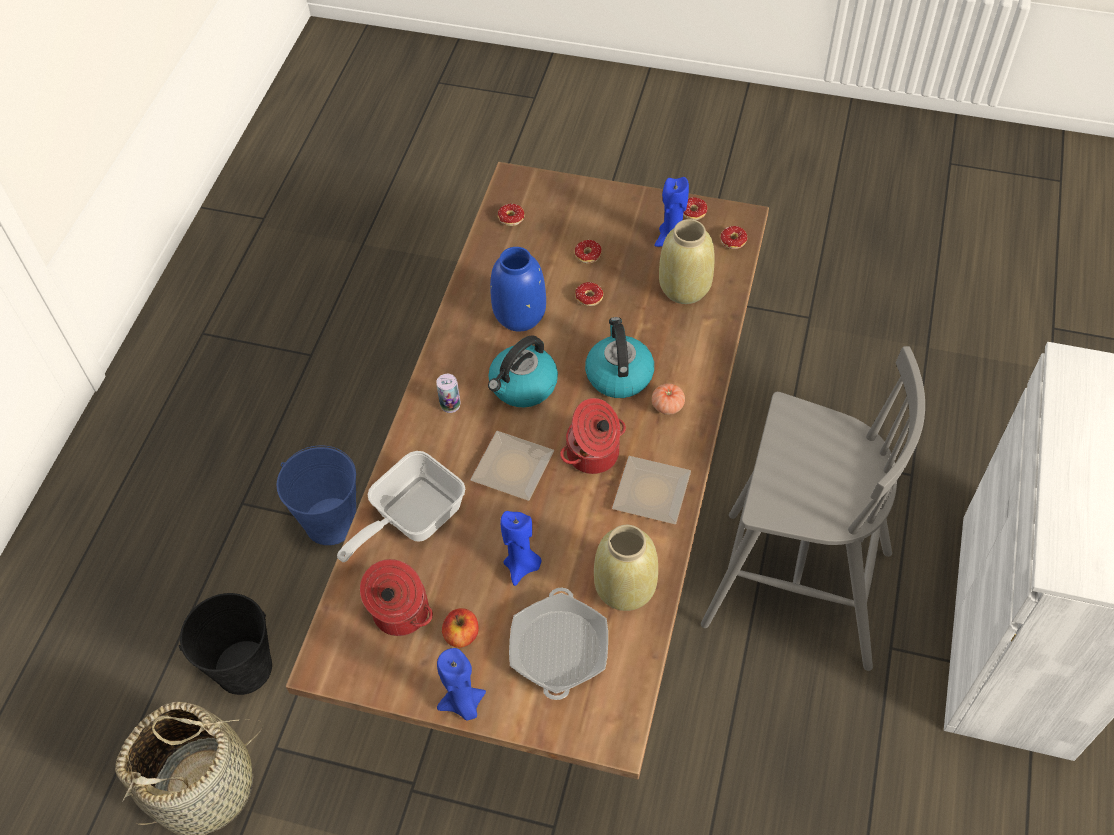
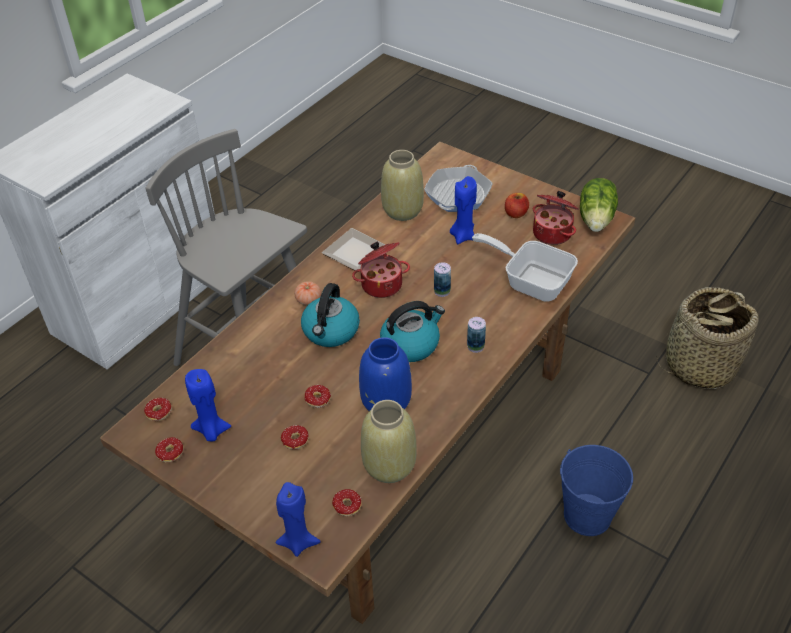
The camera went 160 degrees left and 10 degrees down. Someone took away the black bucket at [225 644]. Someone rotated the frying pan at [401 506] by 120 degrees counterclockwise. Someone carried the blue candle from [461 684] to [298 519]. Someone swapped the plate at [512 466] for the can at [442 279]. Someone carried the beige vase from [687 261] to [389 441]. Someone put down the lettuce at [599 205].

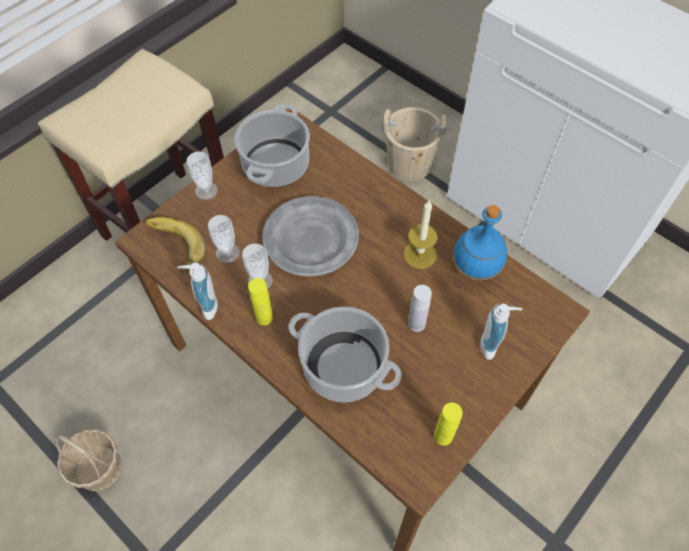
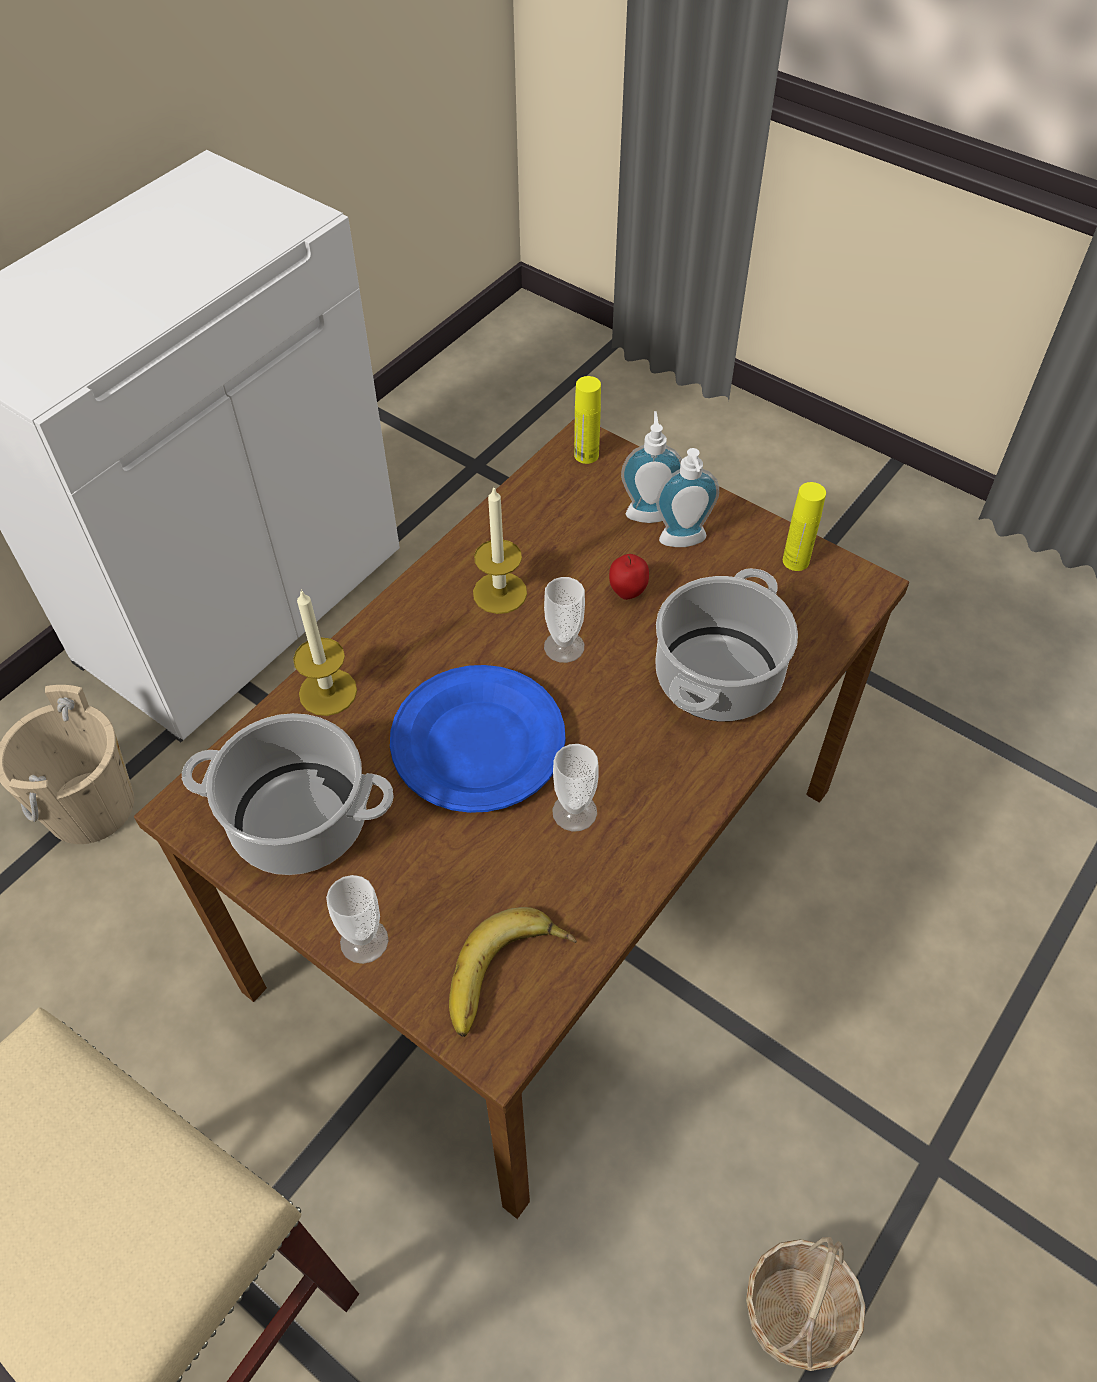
The camera went 95 degrees left and 5 degrees down. Someone carried the soap dispenser from [197 291] to [687 497]. Someone carried the cup from [224 239] to [564 620]. Someone carried the yellow bottle from [260 301] to [587 420]. Someone repainted the grey plate at [310 236], which became the blue plate at [478 739]. Someone swapped the white bottle at [420 308] for the apple at [629 577]. Someone took away the blue bottle at [480 243]. Someone put down the candle at [325 652].

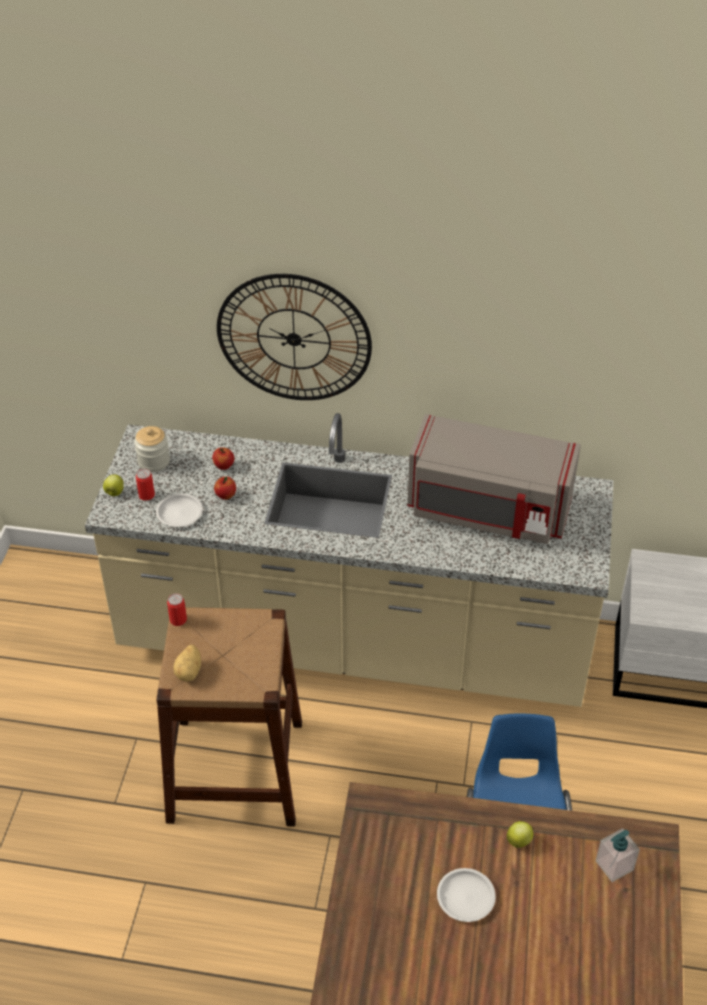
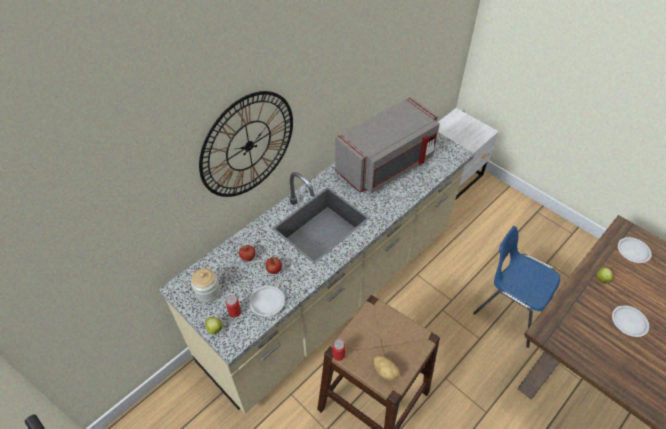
The camera went 55 degrees left and 5 degrees up. Someone swapped the soap dispenser at [618 855] for the white plate at [635 250].

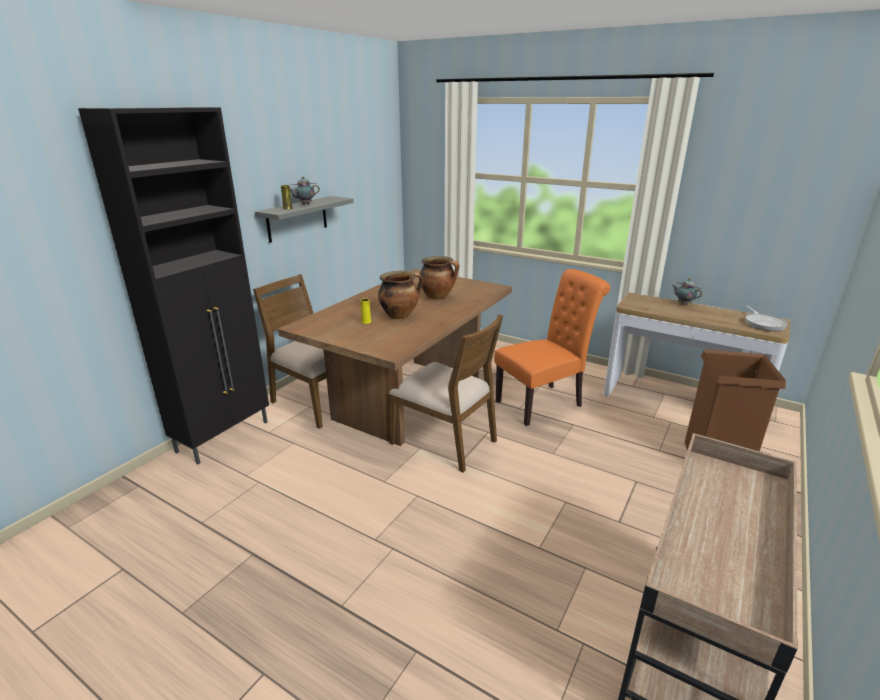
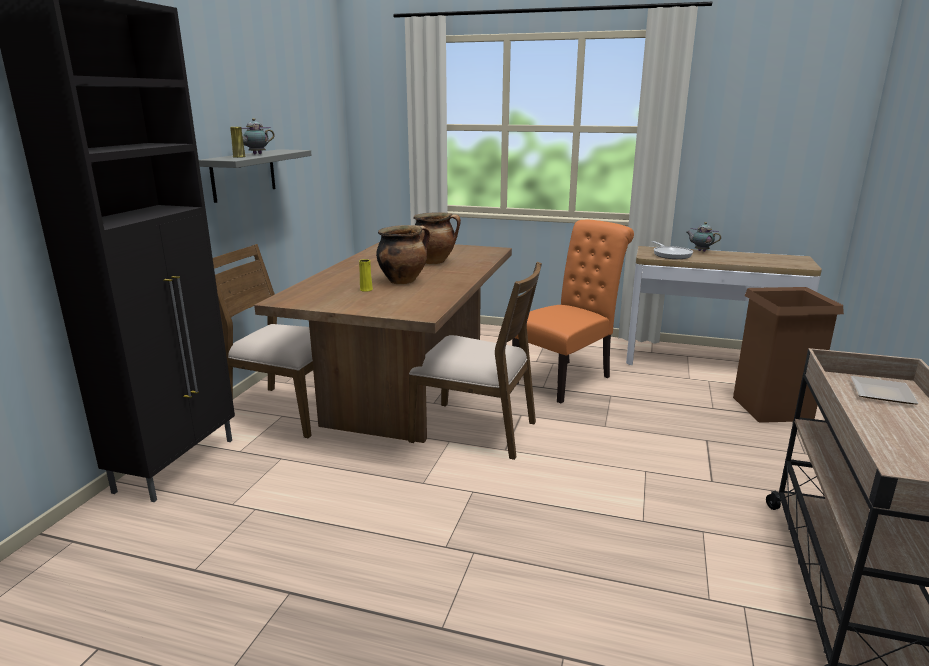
The camera went 15 degrees left and 5 degrees down. Someone carried the frying pan from [766 318] to [672 250]. Someone put down the plate at [885 390].

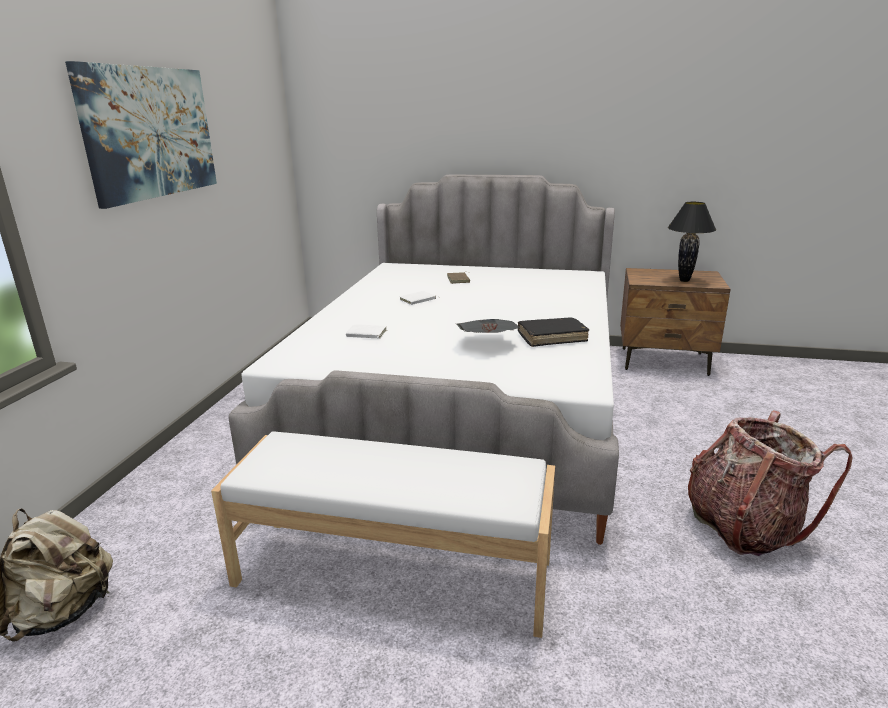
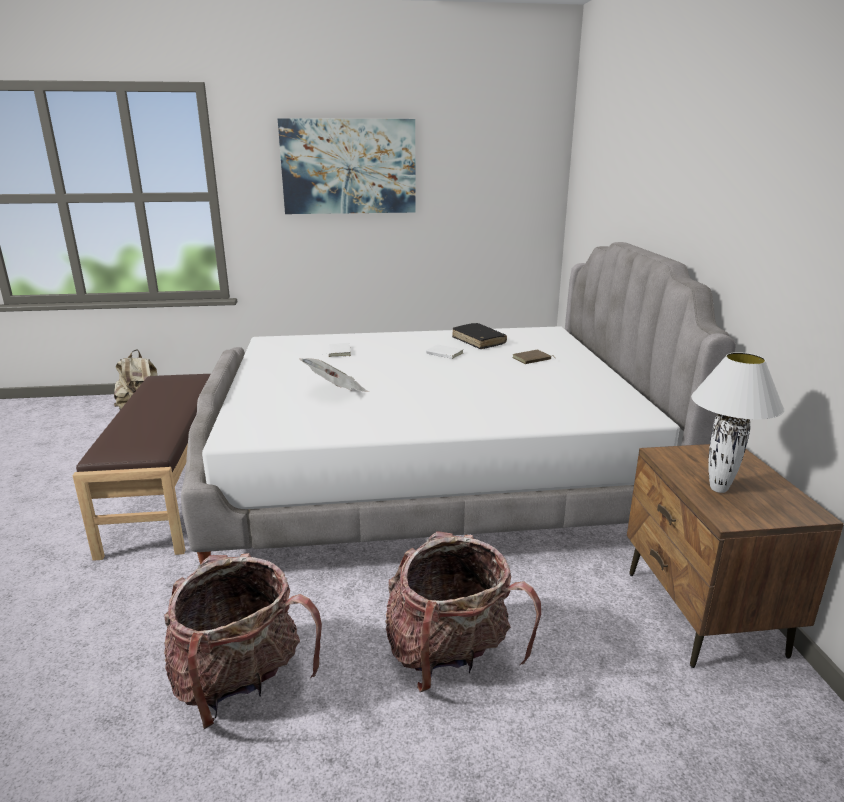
The camera went 70 degrees right and 0 degrees up. Someone repainted the white bench at [383 534], which became the brown bench at [141 467]. Someone carried the black book from [553 332] to [479 336]. Someone repainted the black table lamp at [692 242], which became the white table lamp at [737 422]. Someone put down the backpack at [463 611].

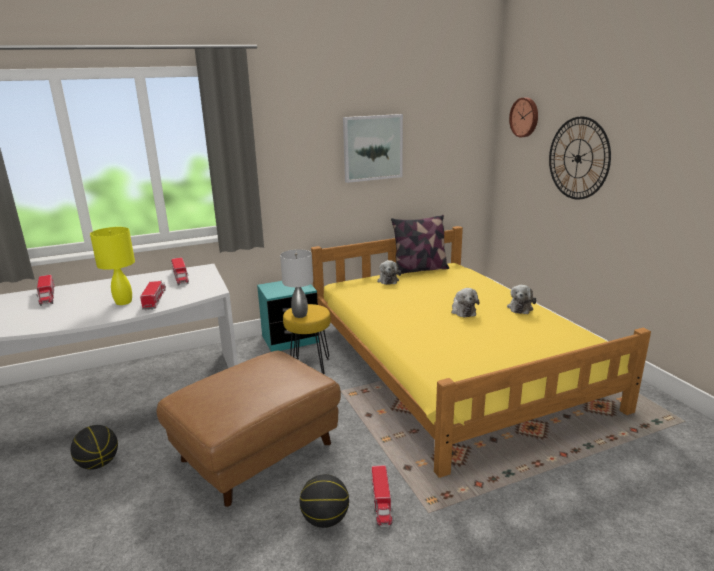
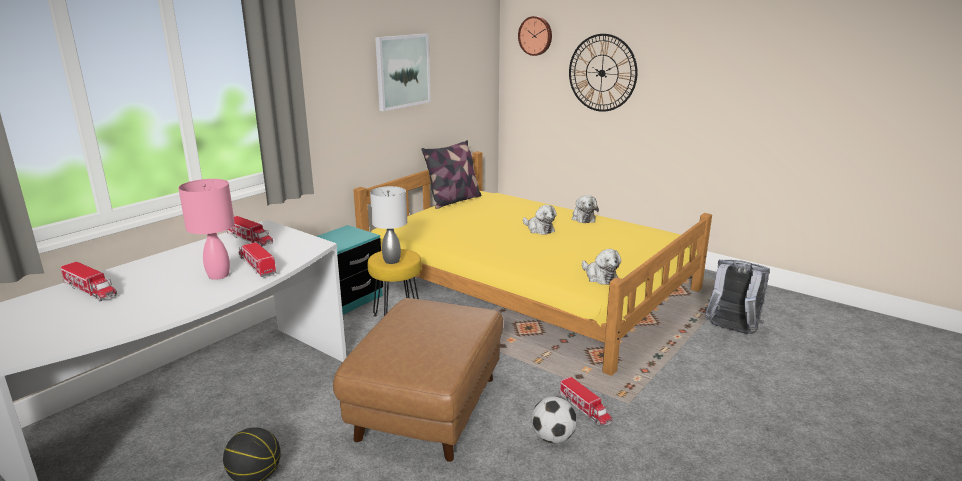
The camera went 30 degrees left and 0 degrees up. Someone repainted the yellow table lamp at [112 266], which became the pink table lamp at [206 229]. Someone swapped the basketball at [324 501] for the football at [554 419]. Someone carried the plush toy from [389 272] to [601 267]. Someone put down the grey backpack at [737 297].

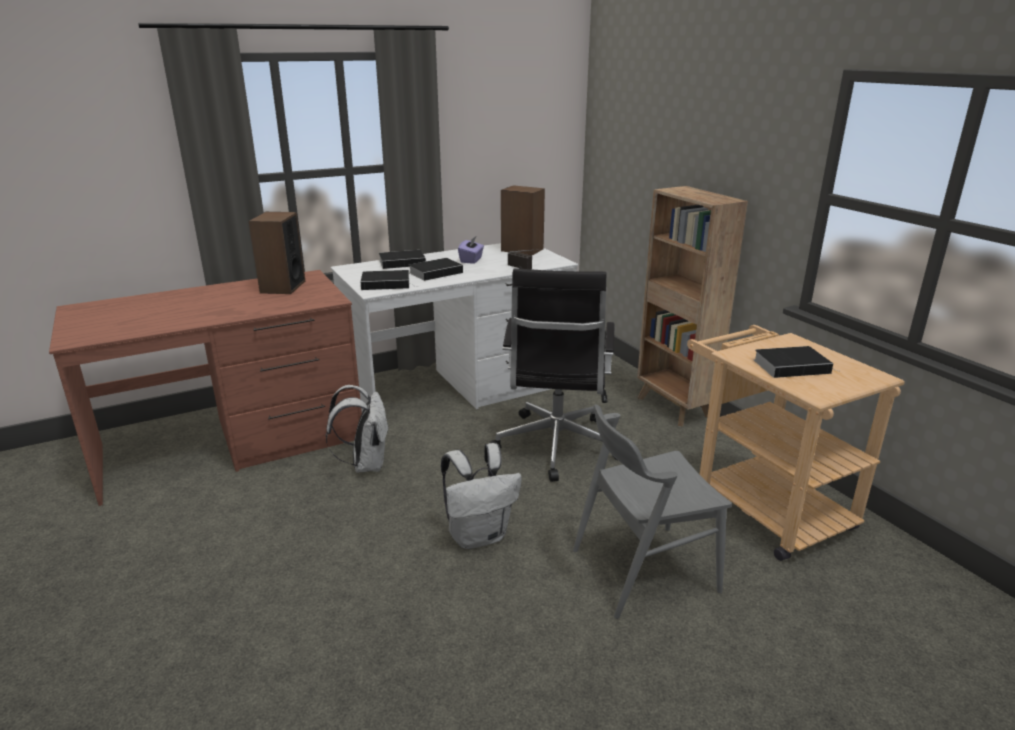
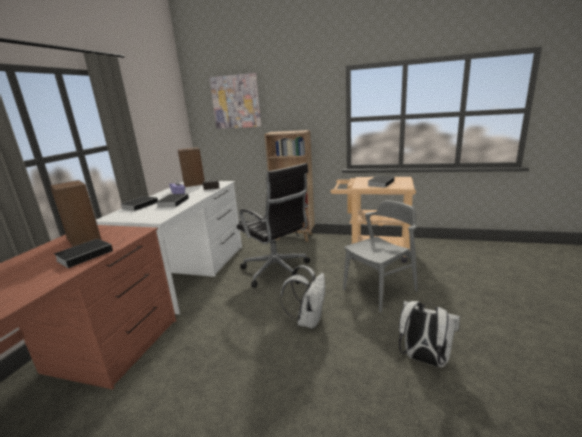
The camera went 45 degrees left and 5 degrees down. Someone carried the white backpack from [357 428] to [429 334]. Someone carried the book from [389 280] to [86 253]. Someone rotated the grey chair at [652 511] by 150 degrees counterclockwise. Someone put up the picture at [235 101].

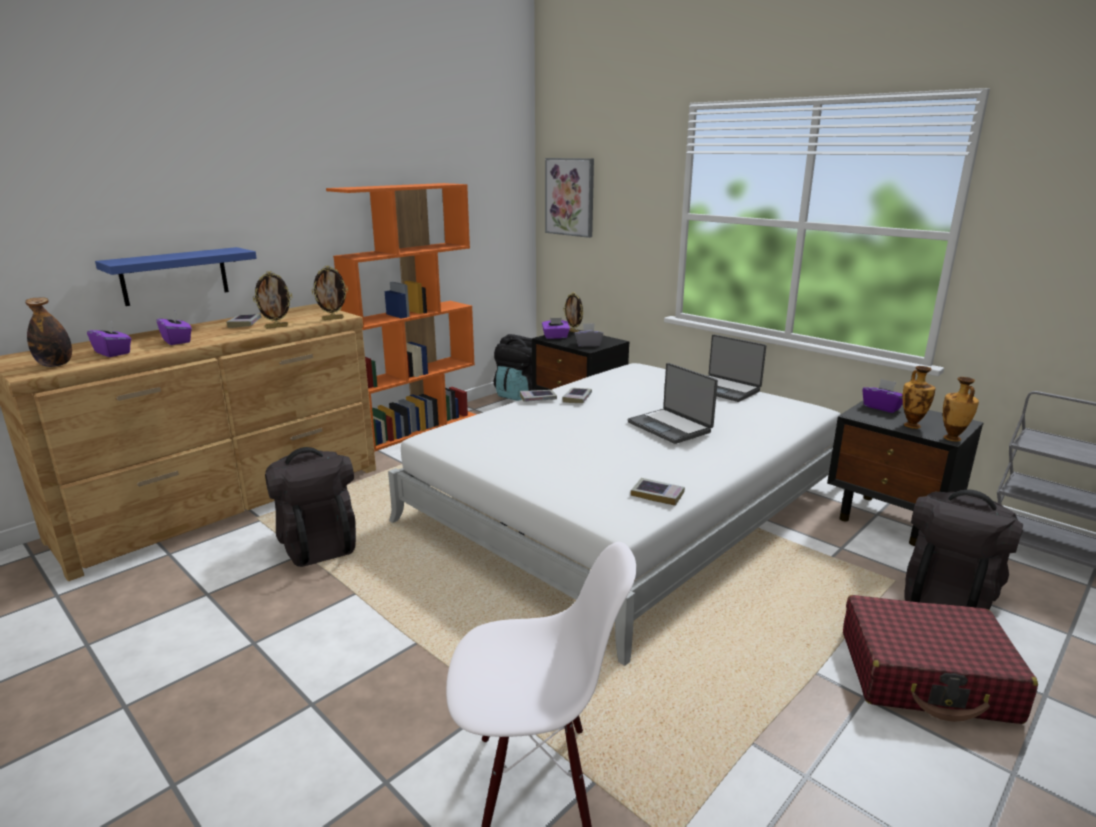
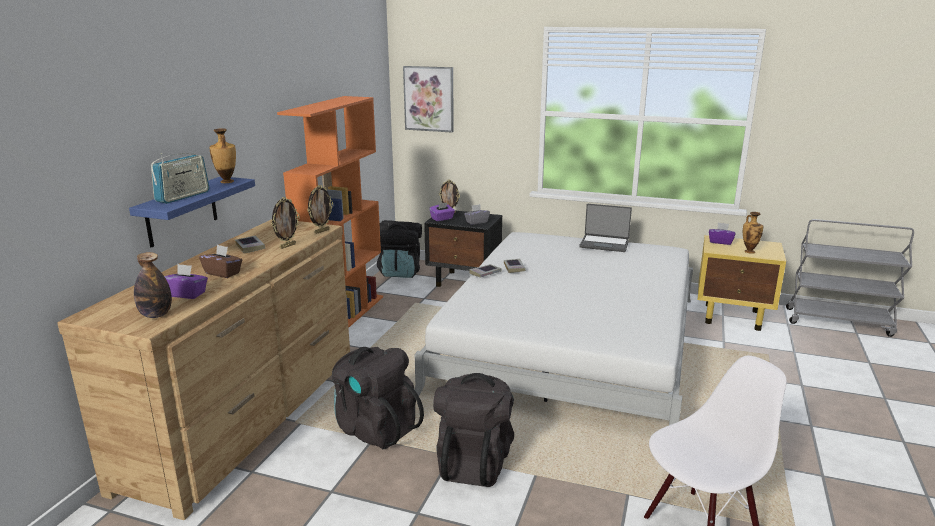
The camera went 25 degrees left and 0 degrees up. Someone repainted the purple tissue box at [174 328], which became the brown tissue box at [220 261]. Someone took away the laptop at [673 403]. Someone took away the book at [658 491]. Someone repainted the black nightstand at [905 473], which became the yellow nightstand at [742 283]. Someone took away the red suitcase at [940 659]. Someone carried the black backpack from [963 550] to [473 430]. Someone carried the vase from [961 409] to [222 155]. Someone put down the radio at [180 178].

